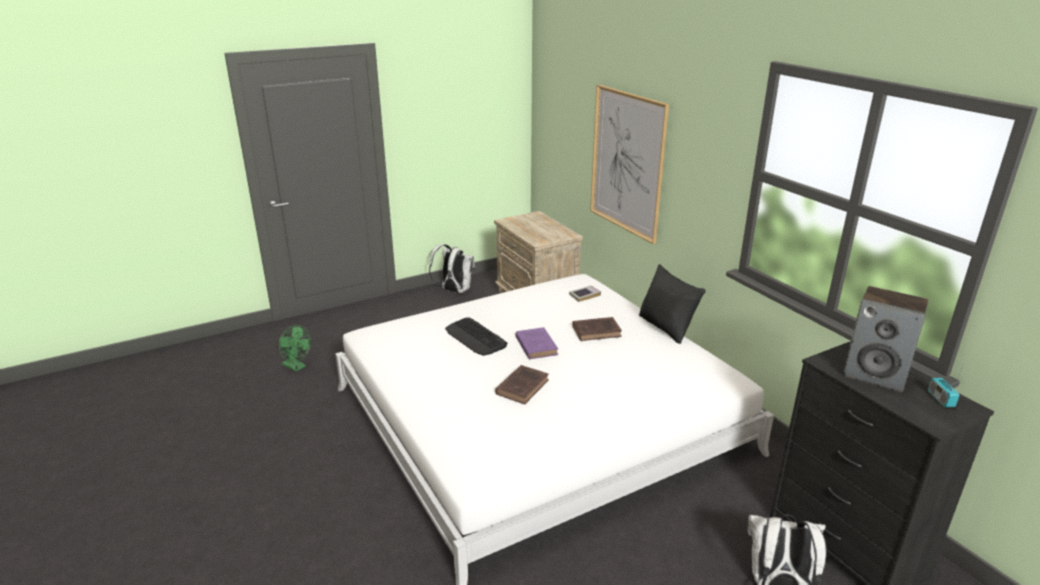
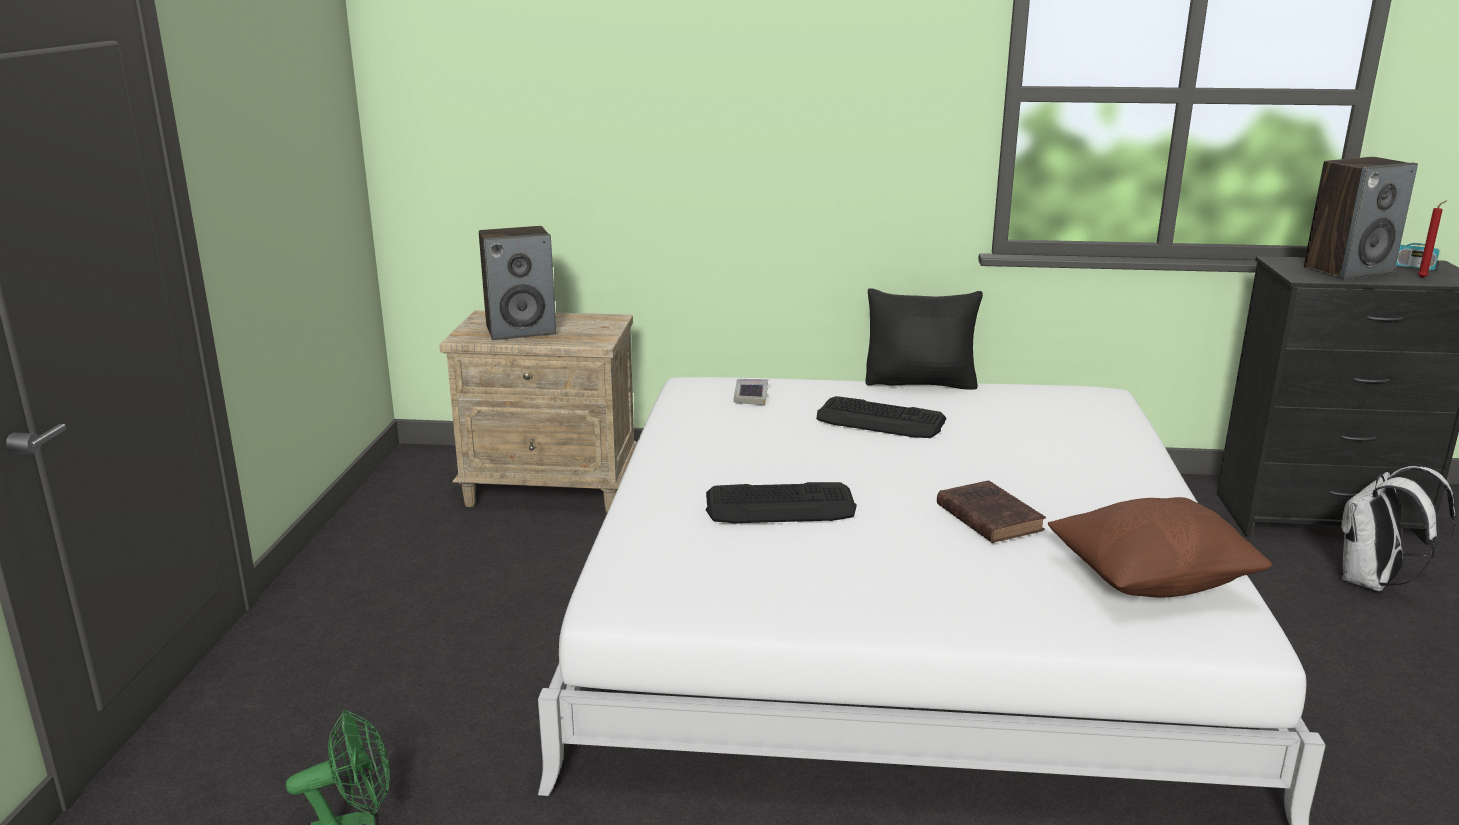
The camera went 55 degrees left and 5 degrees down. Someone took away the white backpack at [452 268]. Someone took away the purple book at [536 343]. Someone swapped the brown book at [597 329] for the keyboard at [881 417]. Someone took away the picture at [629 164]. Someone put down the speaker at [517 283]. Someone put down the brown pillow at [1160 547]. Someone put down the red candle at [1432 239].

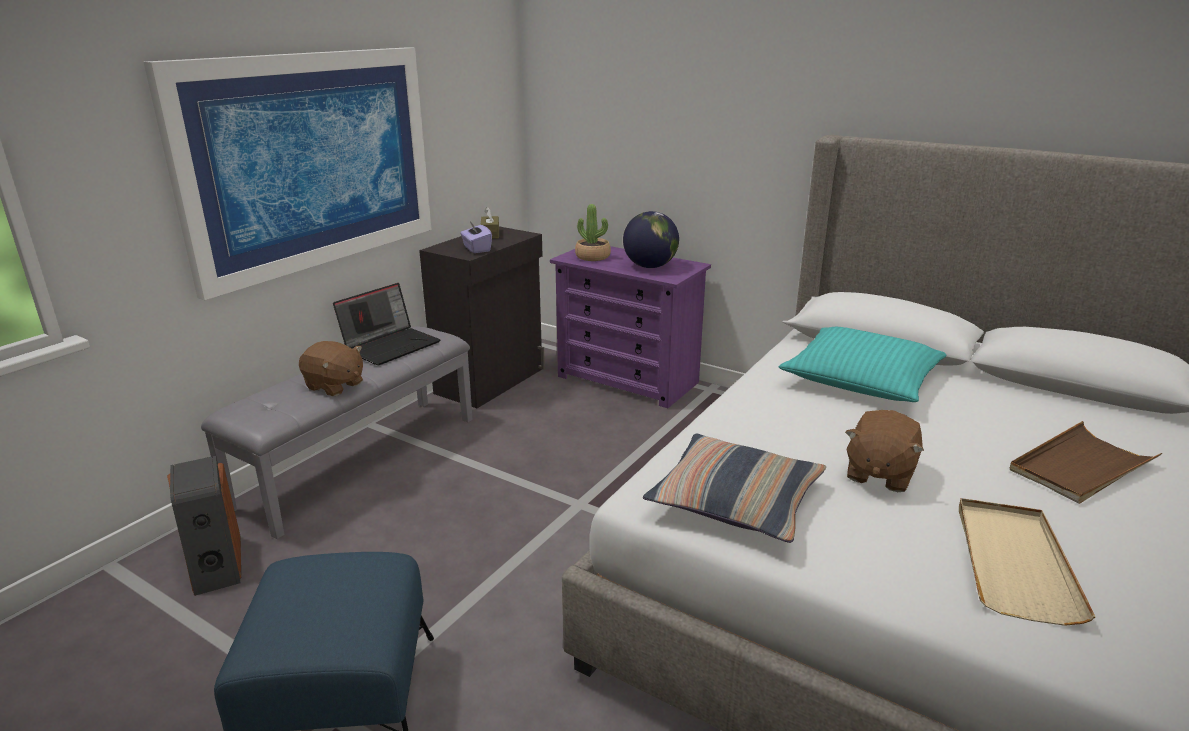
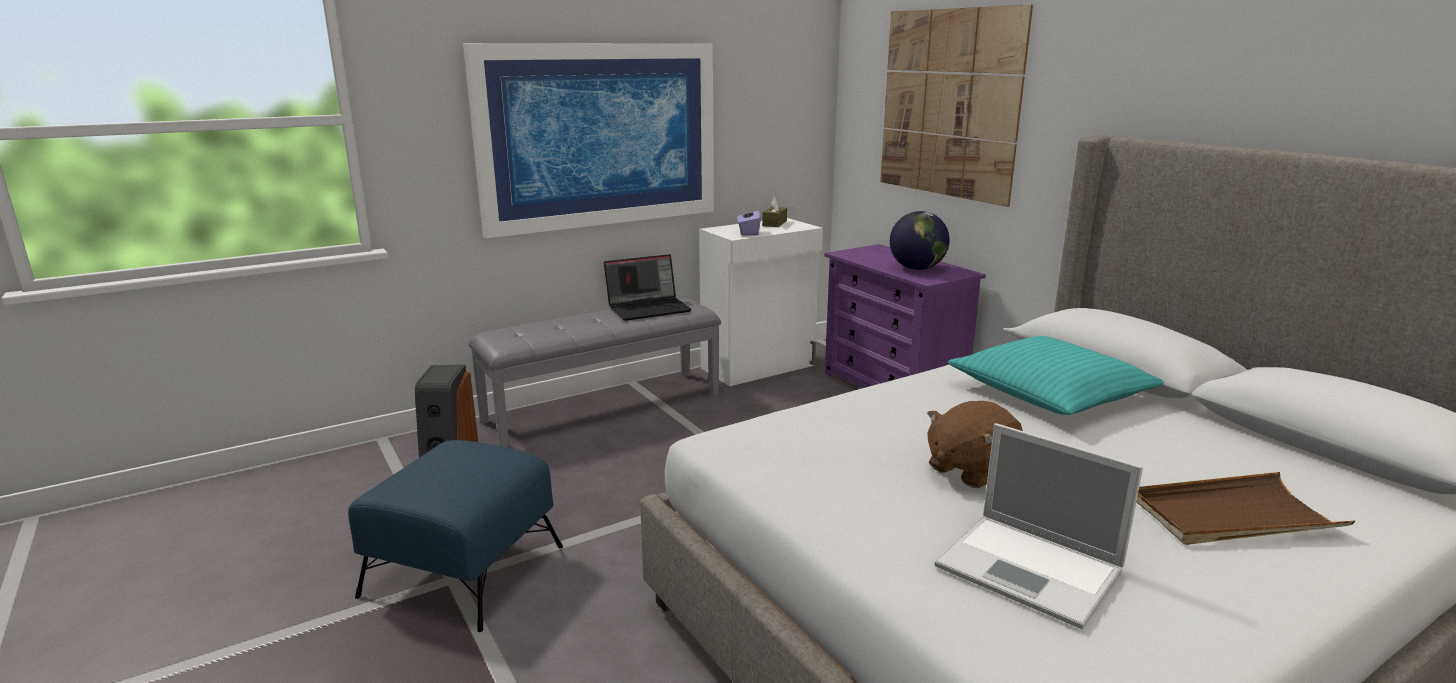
The camera went 25 degrees right and 5 degrees down. Someone took away the brown plush toy at [331 368]. Someone repainted the black cabinet at [482 317], which became the white cabinet at [761 302]. Someone took away the potted plant at [593 232]. Someone took away the pillow at [734 488]. Someone swapped the beige tray at [1027 562] for the laptop at [1039 526]. Someone put up the picture at [956 106].

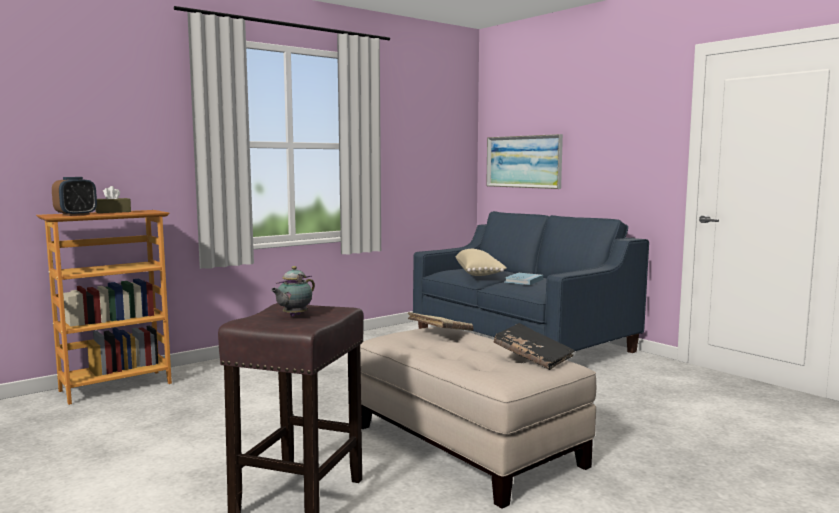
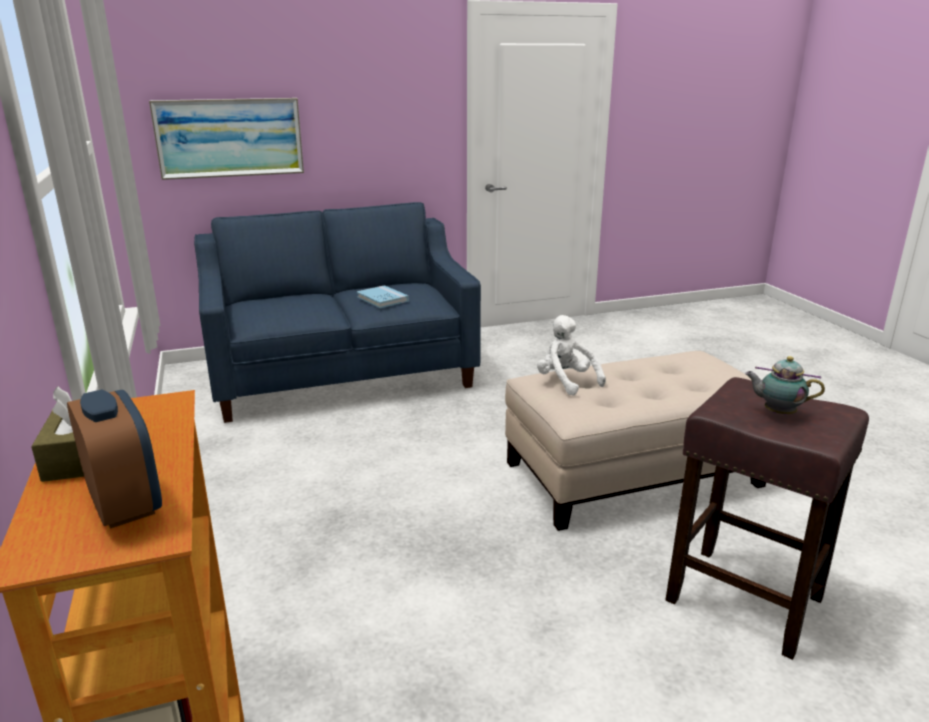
The camera went 70 degrees left and 15 degrees up. Someone rotated the teapot at [293 291] by 150 degrees clockwise. Someone swapped the beige book at [441 321] for the white plush toy at [571 355]. Someone took away the beige pillow at [481 262]. Someone took away the black book at [534 346].

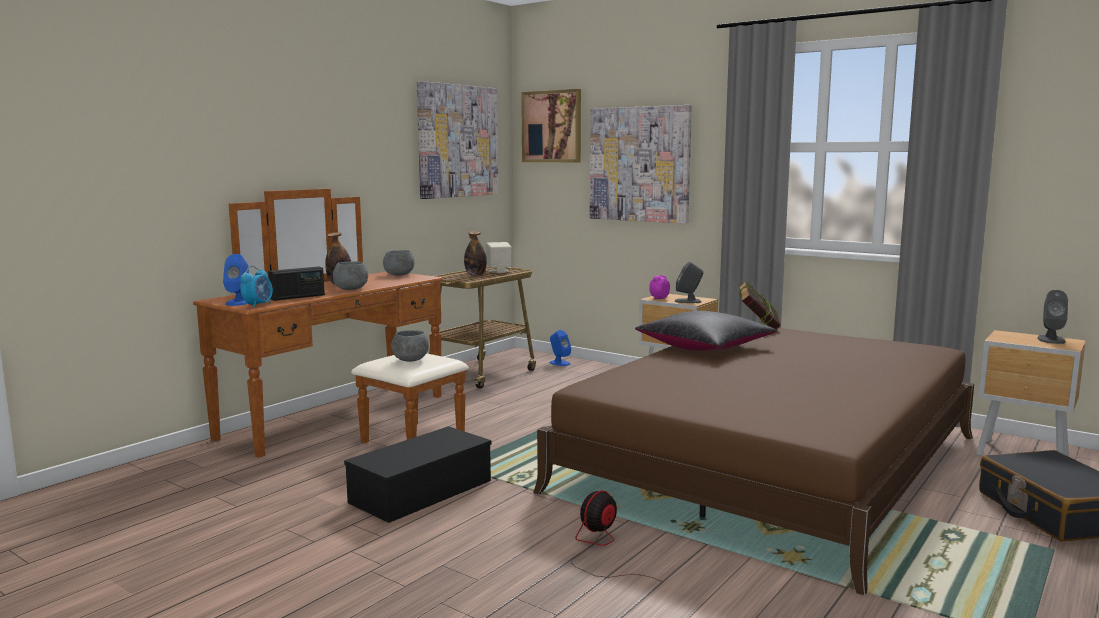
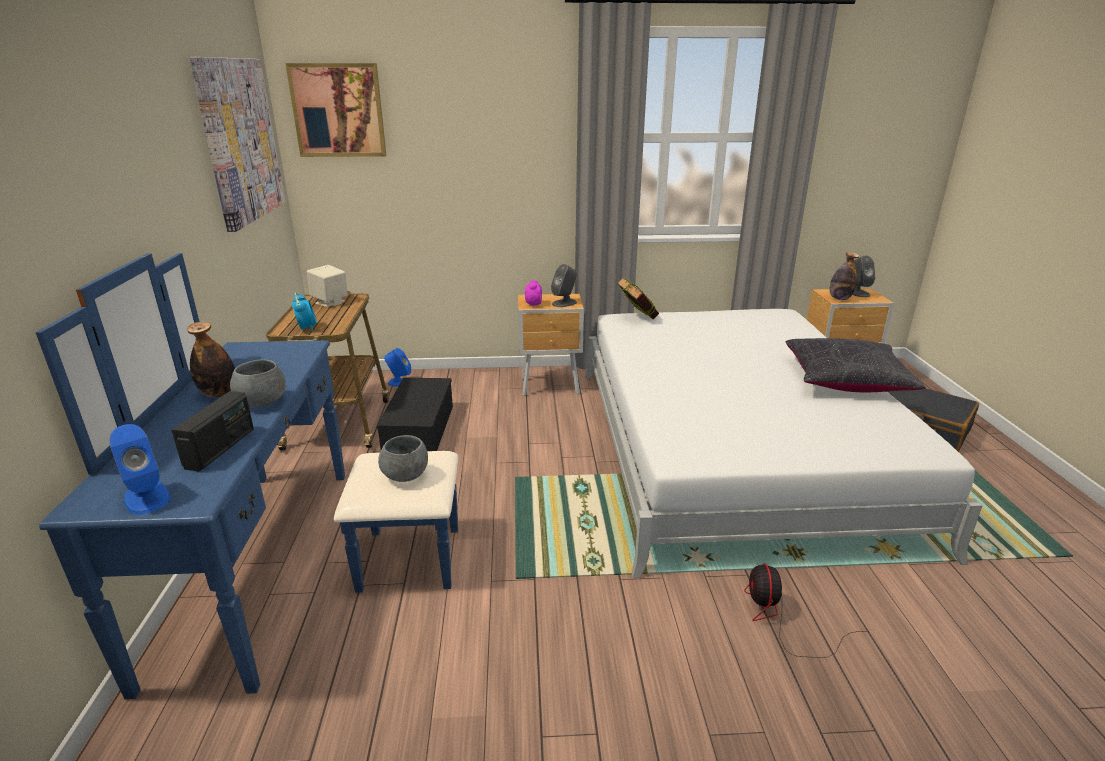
The camera went 40 degrees left and 15 degrees up. Someone repainted the brown dresser at [331 323], which became the blue dresser at [246 476]. Someone carried the alarm clock from [256 287] to [304 312]. Someone carried the black storage box from [418 474] to [415 414]. Someone took away the grey bowl at [398 262]. Someone carried the bottle from [475 253] to [845 276]. Someone repainted the brown bed at [753 462], which became the white bed at [783 443]. Someone took away the picture at [641 164]. Someone carried the black pillow from [705 331] to [856 365].

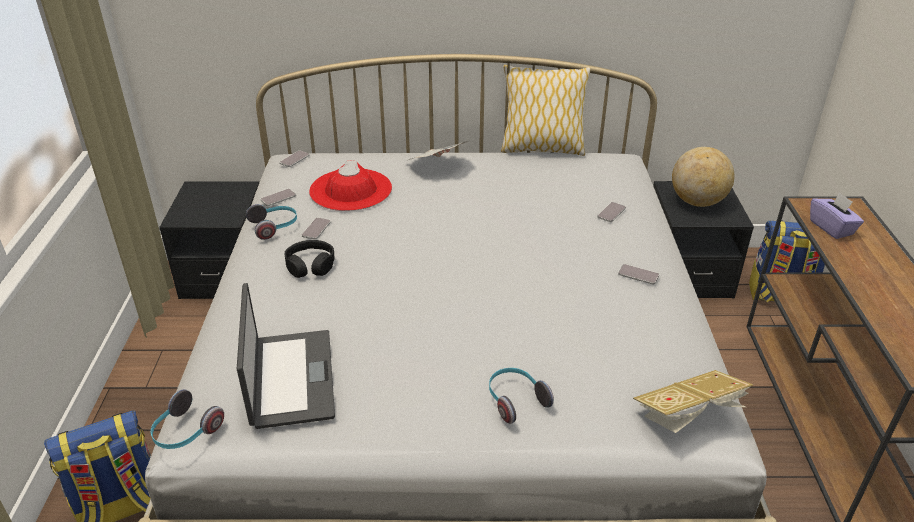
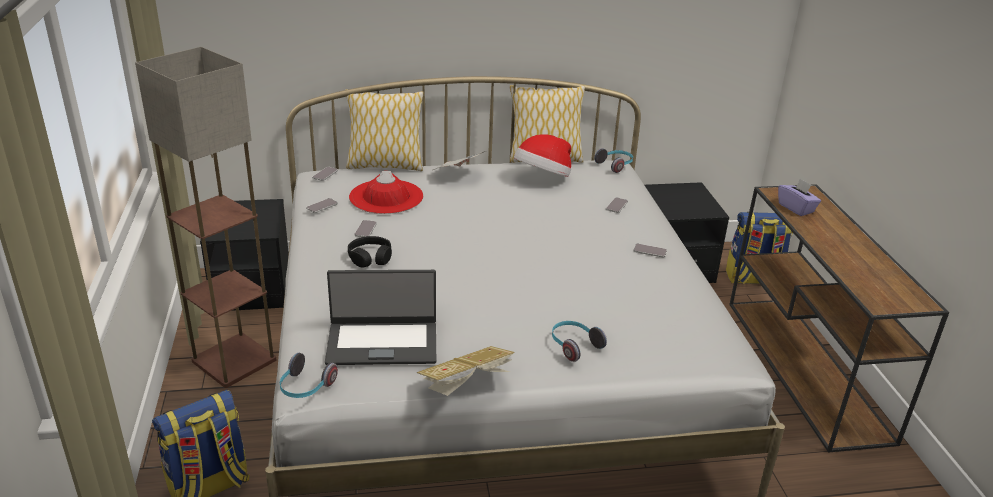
The camera went 10 degrees left and 5 degrees down. Someone rotated the laptop at [286 356] by 105 degrees clockwise. Someone carried the headphones from [271 222] to [613 160]. Someone carried the book from [693 401] to [466 371]. Someone took away the globe at [703 177]. Someone put down the floor lamp at [205 217]. Someone put down the pillow at [384 130]. Someone put down the hat at [542 155].

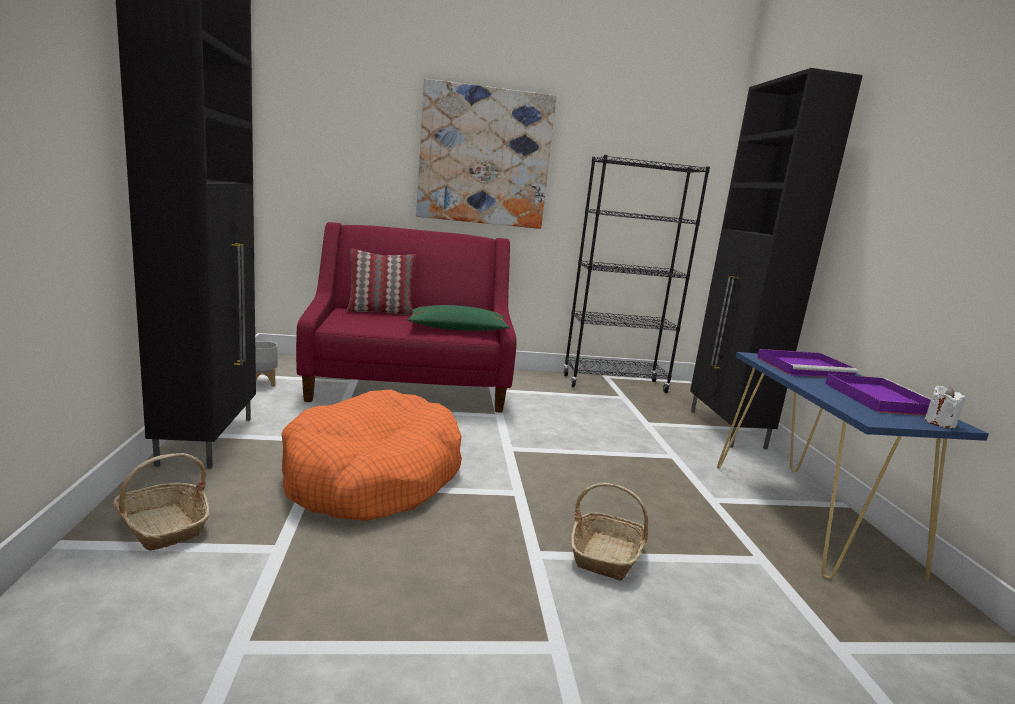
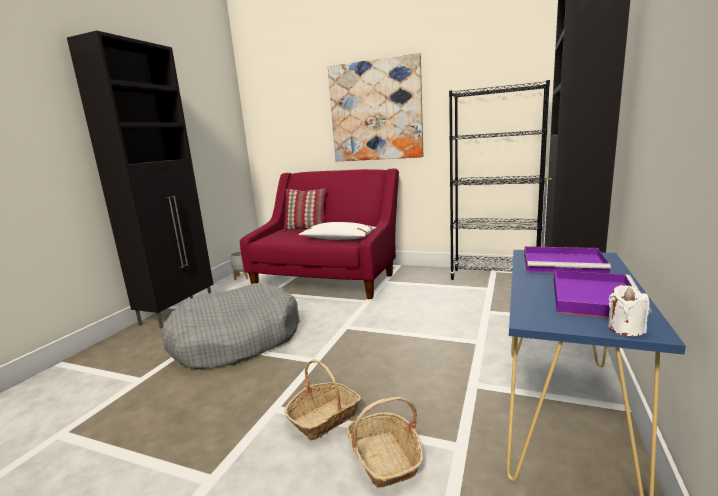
The camera went 30 degrees right and 0 degrees up. Someone carried the basket from [161 502] to [385 442]. Someone repainted the orange dog bed at [372 455], which became the grey dog bed at [231 325]. Someone repainted the green pillow at [458 318], which became the white pillow at [338 231].

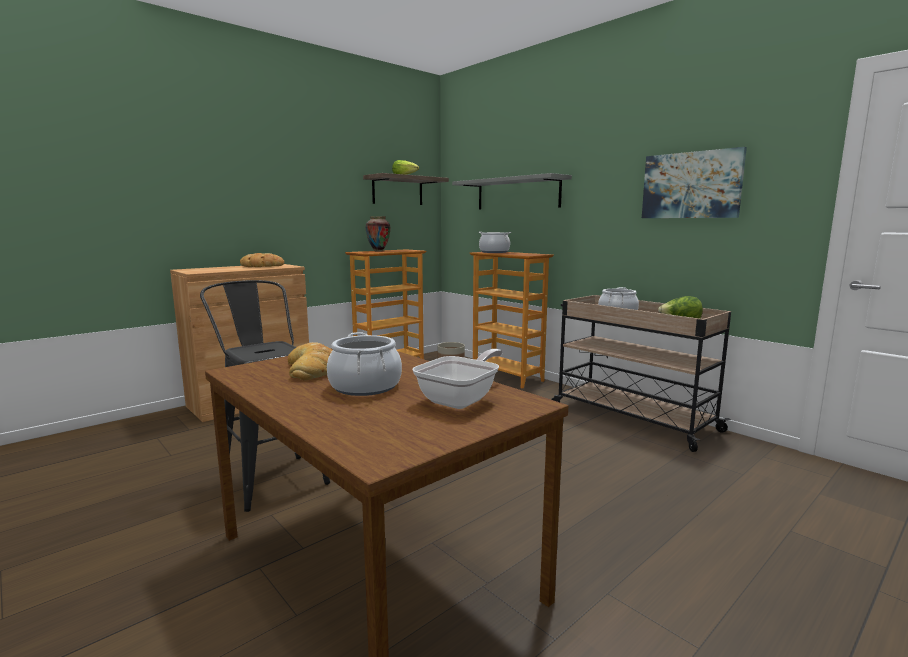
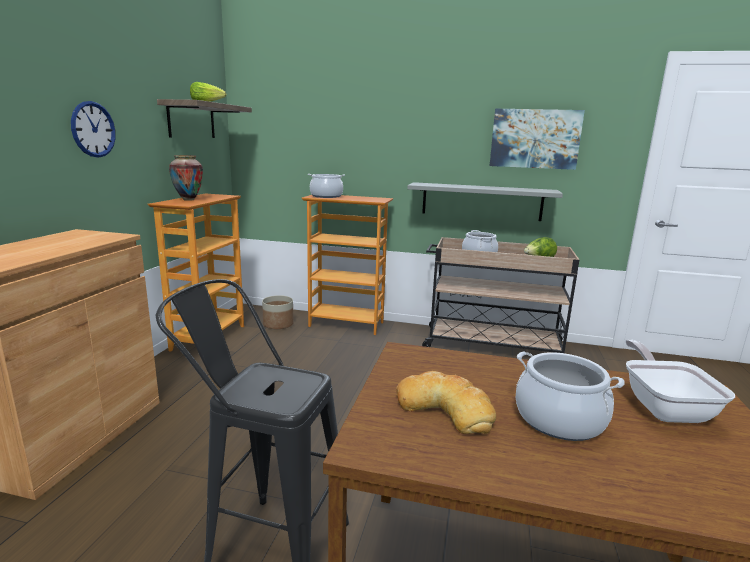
The camera went 35 degrees left and 5 degrees up. Someone took away the bread at [262 260]. Someone carried the grey shelf from [512 191] to [485 201]. Someone put up the wall clock at [93 129].

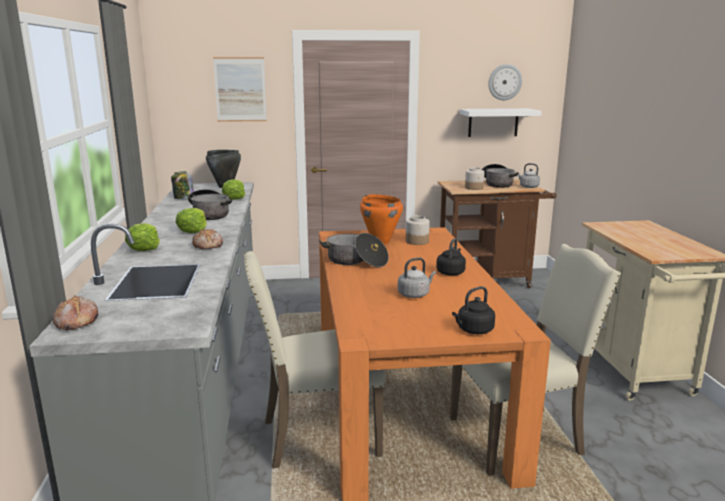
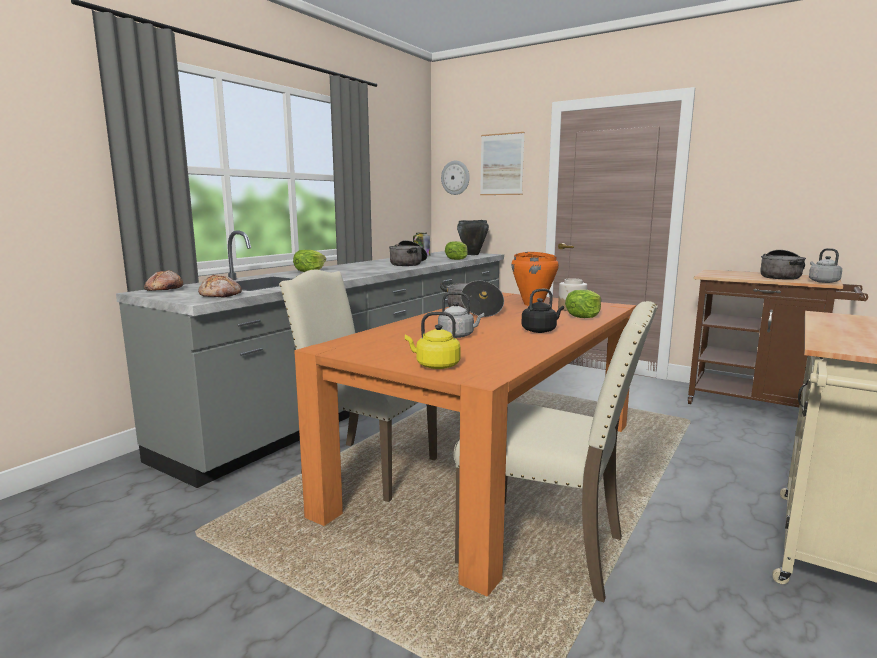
The camera went 40 degrees right and 5 degrees down. Someone carried the lettuce from [191 220] to [583 304]. Someone carried the bread from [207 239] to [220 286]. Someone repainted the black kettle at [473 310], which became the yellow kettle at [433 340]. Someone took away the white shelf at [500 122]. Someone took away the jar at [475 178]. Someone carried the wall clock from [505 82] to [455 178].

